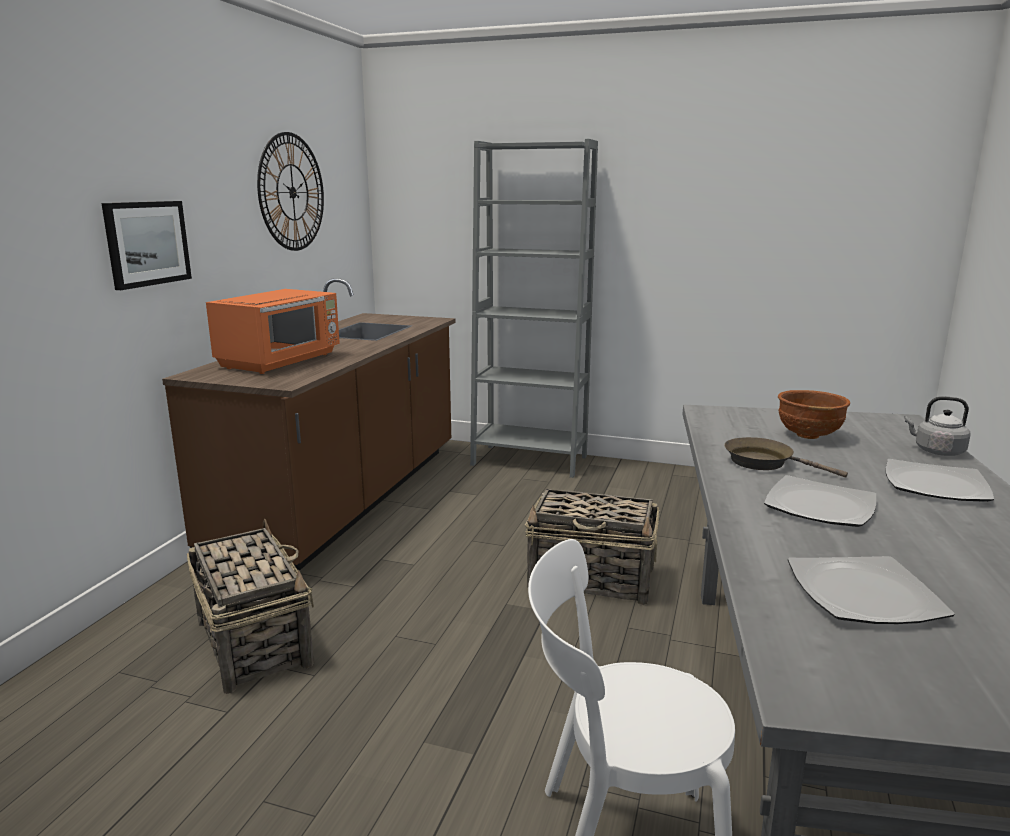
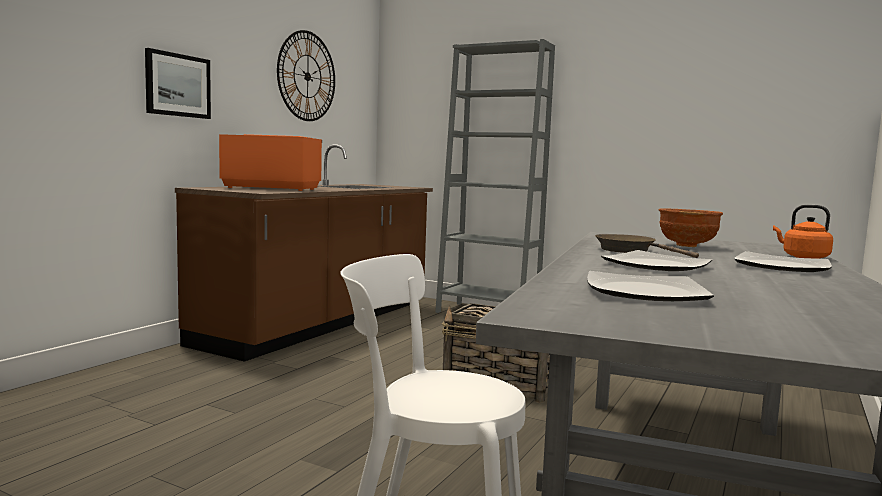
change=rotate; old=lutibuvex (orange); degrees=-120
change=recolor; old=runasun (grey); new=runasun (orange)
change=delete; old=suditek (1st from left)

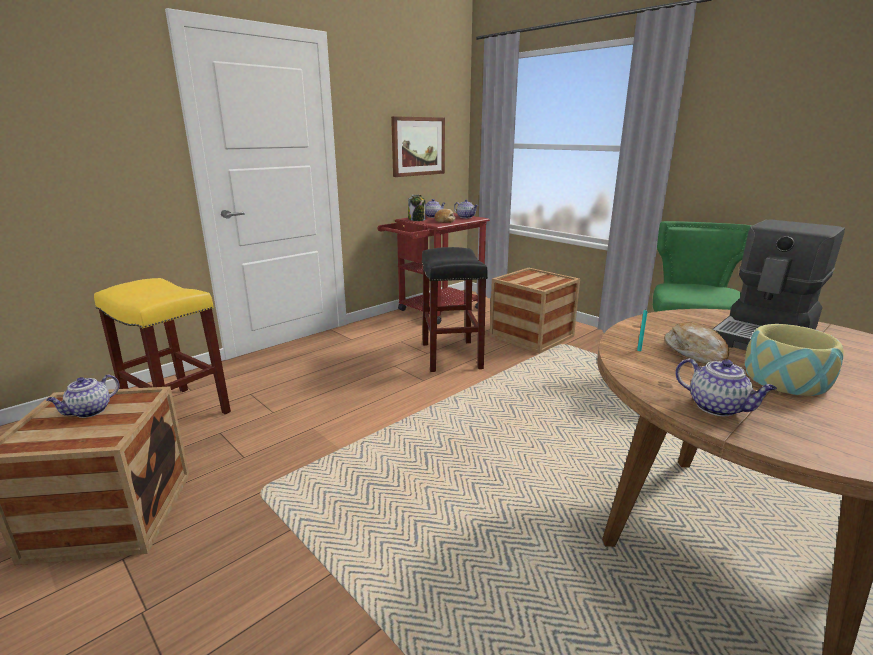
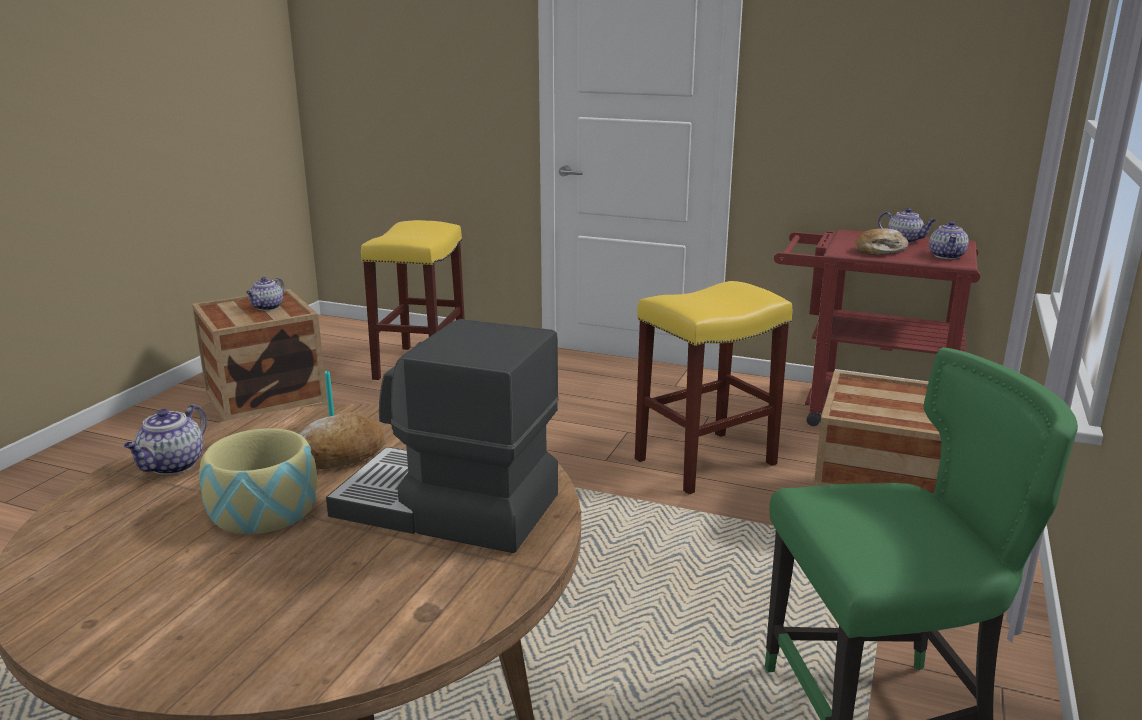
change=rotate; old=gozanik (1st from left in the first image); degrees=-75
change=recolor; old=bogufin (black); new=bogufin (yellow) (2nd from left)
change=delete; old=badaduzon
change=delete; old=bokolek

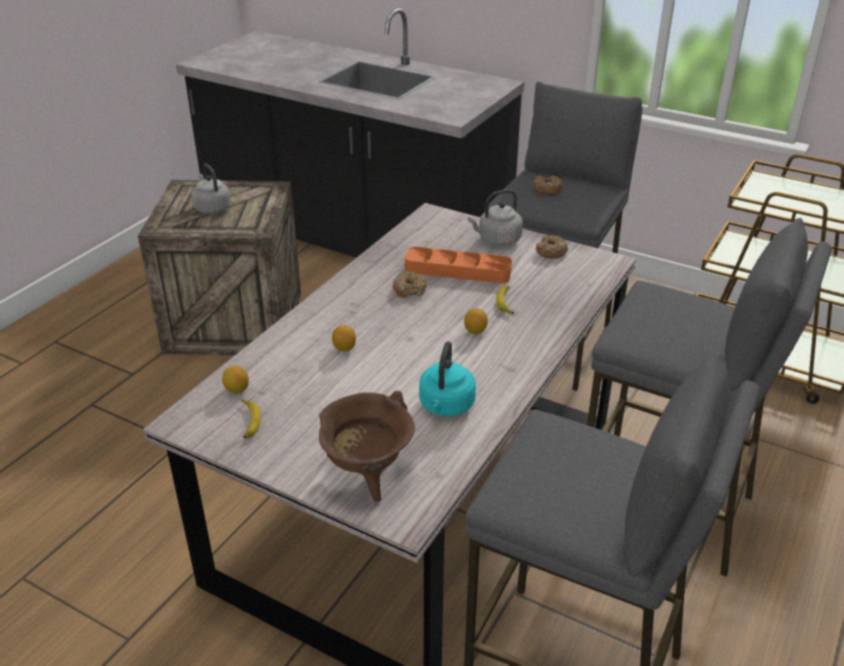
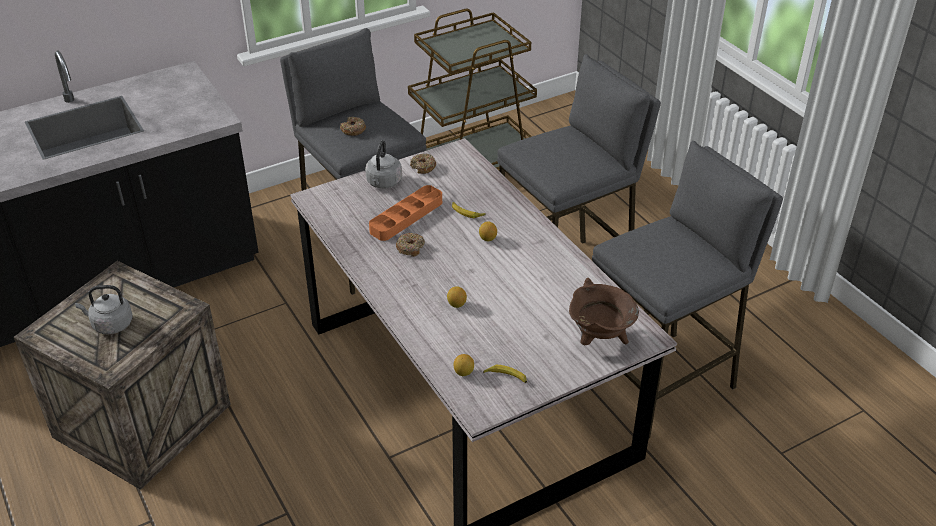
change=delete; old=runasun (turquoise)

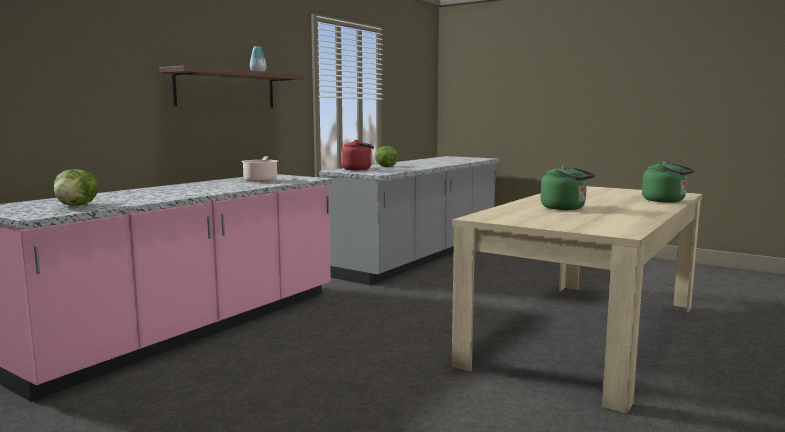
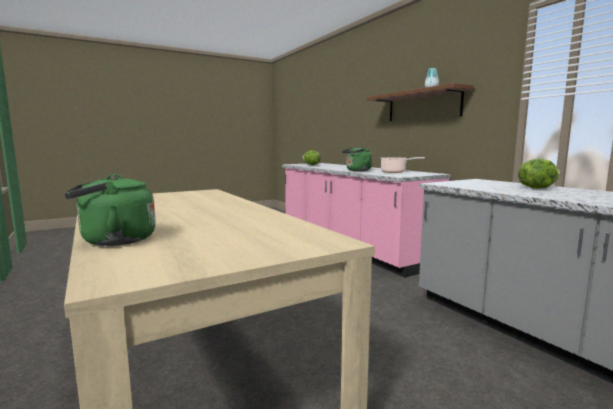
change=move; old=runasun (green) (1st from left in the first image); new=runasun (green) (2nd from left)
change=delete; old=runasun (red)

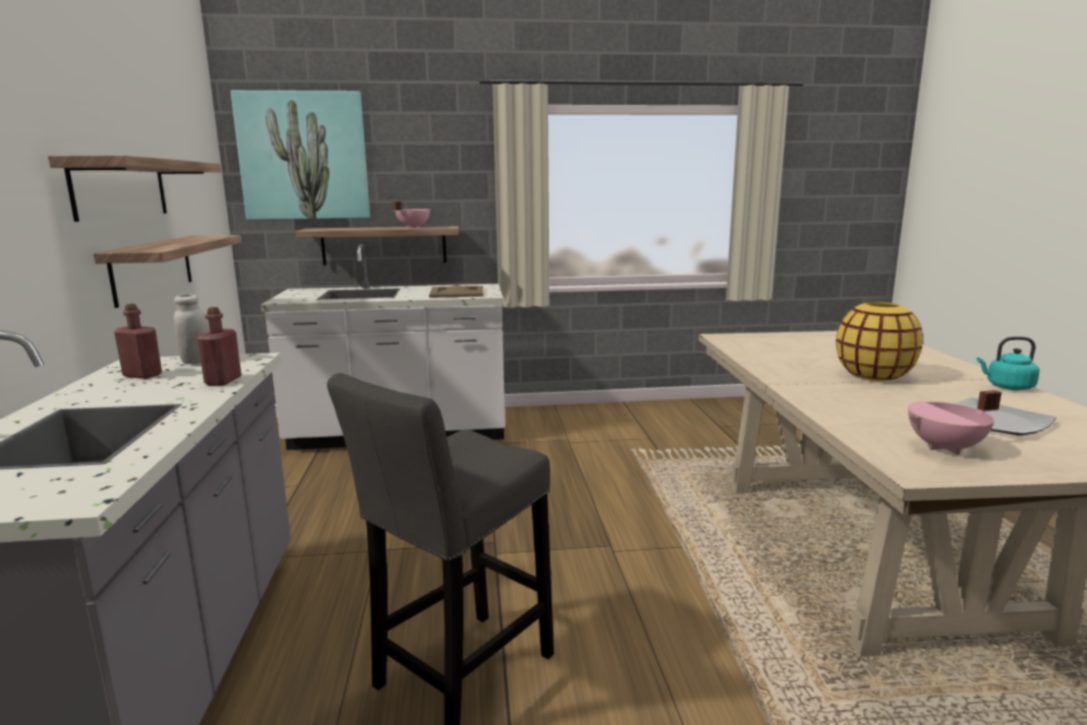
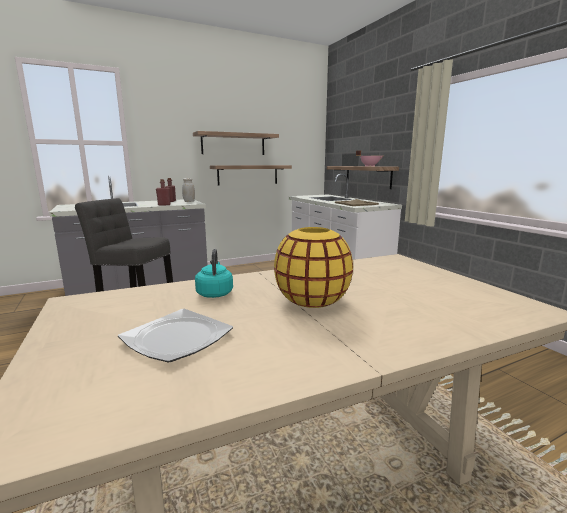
change=move; old=runasun (turquoise)
change=delete; old=badaduzon
change=delete; old=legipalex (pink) (2nd from left)

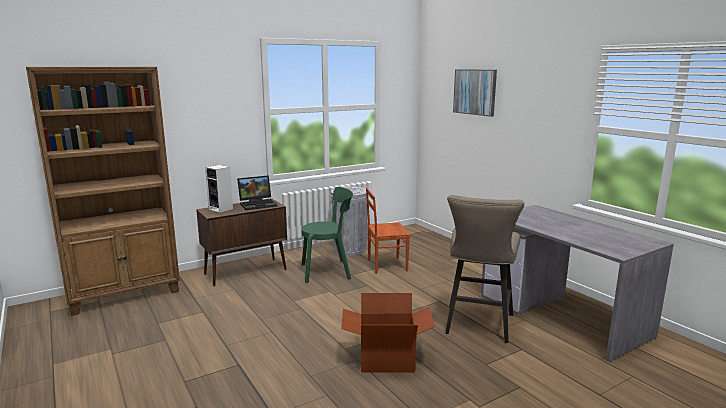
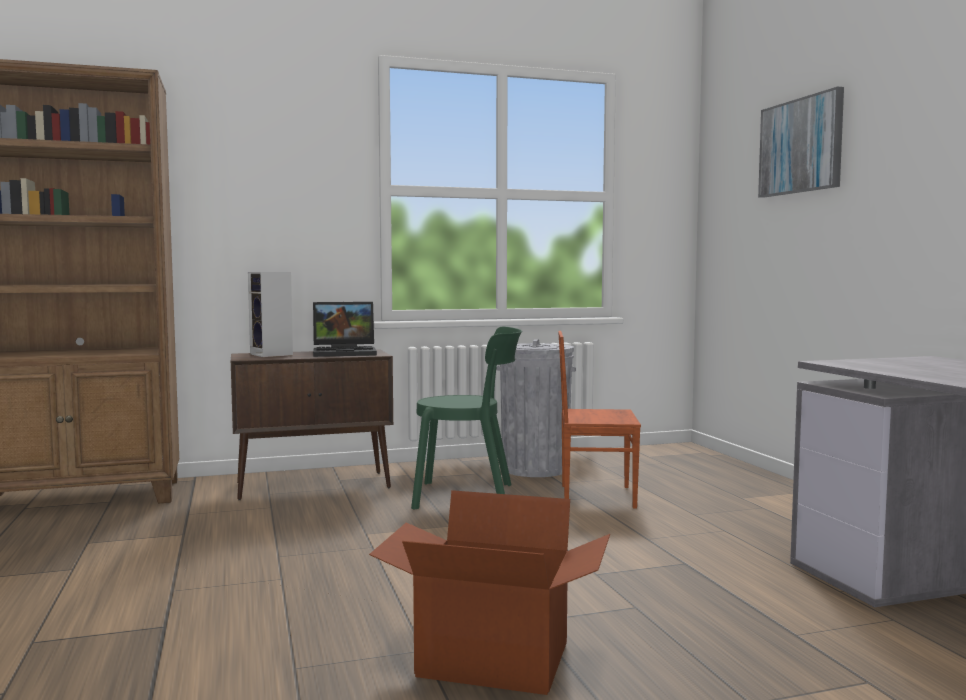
change=delete; old=bogufin (beige)

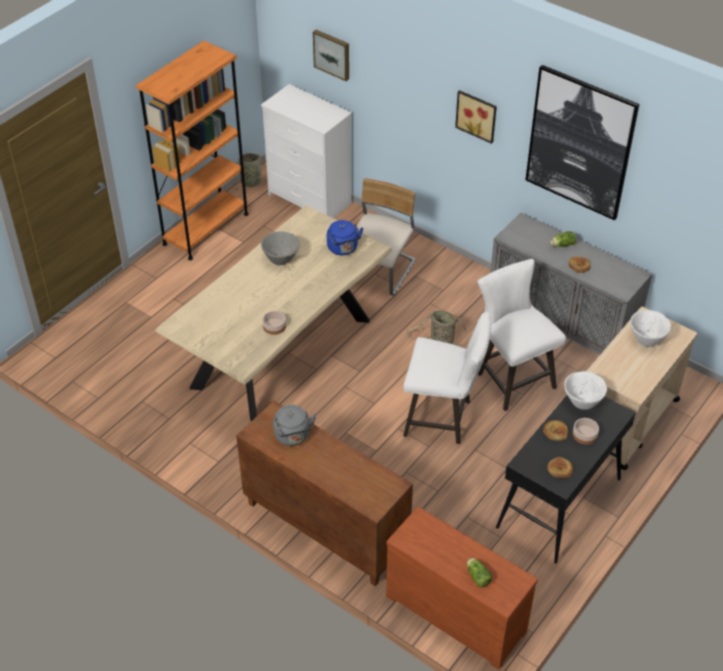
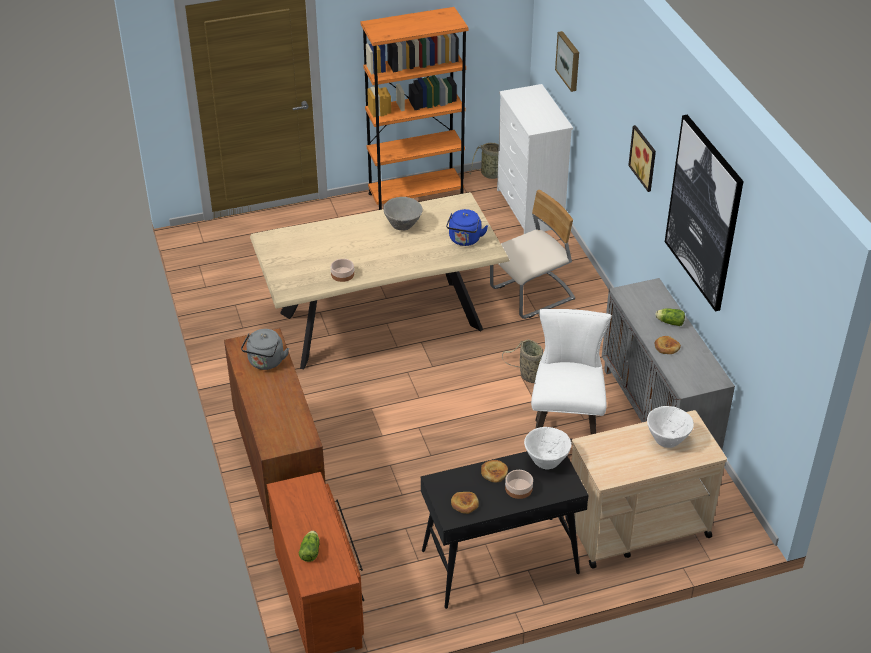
change=delete; old=bogufin (white) (1st from left)

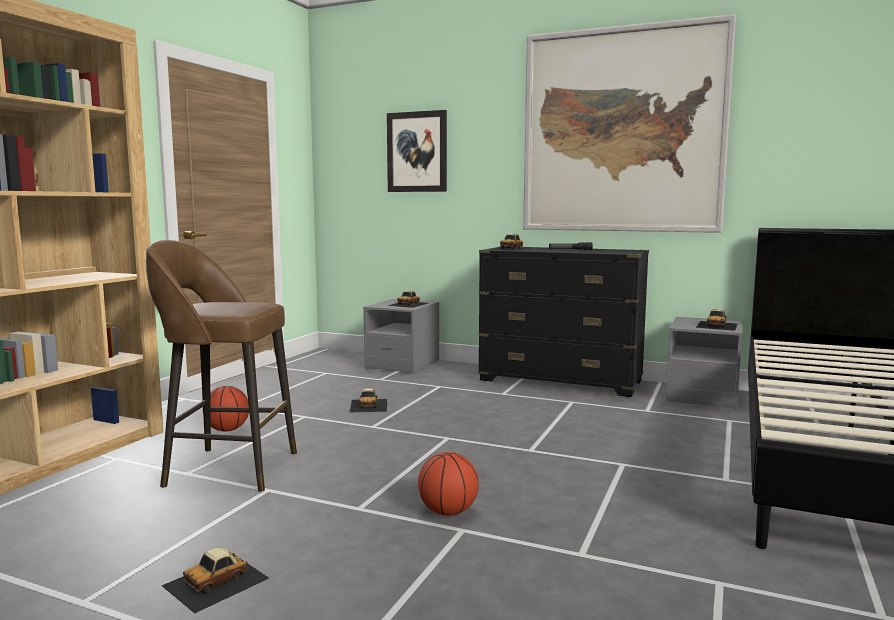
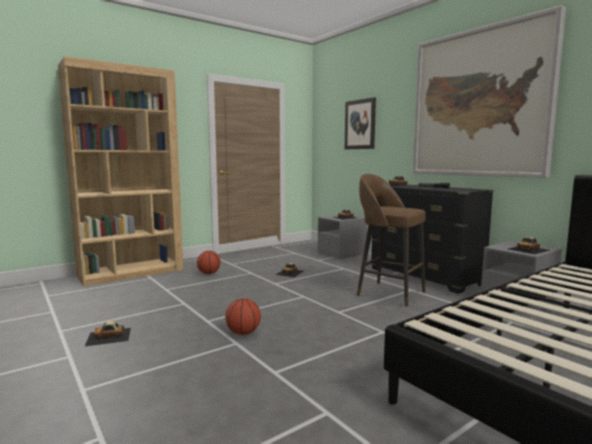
change=move; old=bogufin (brown)

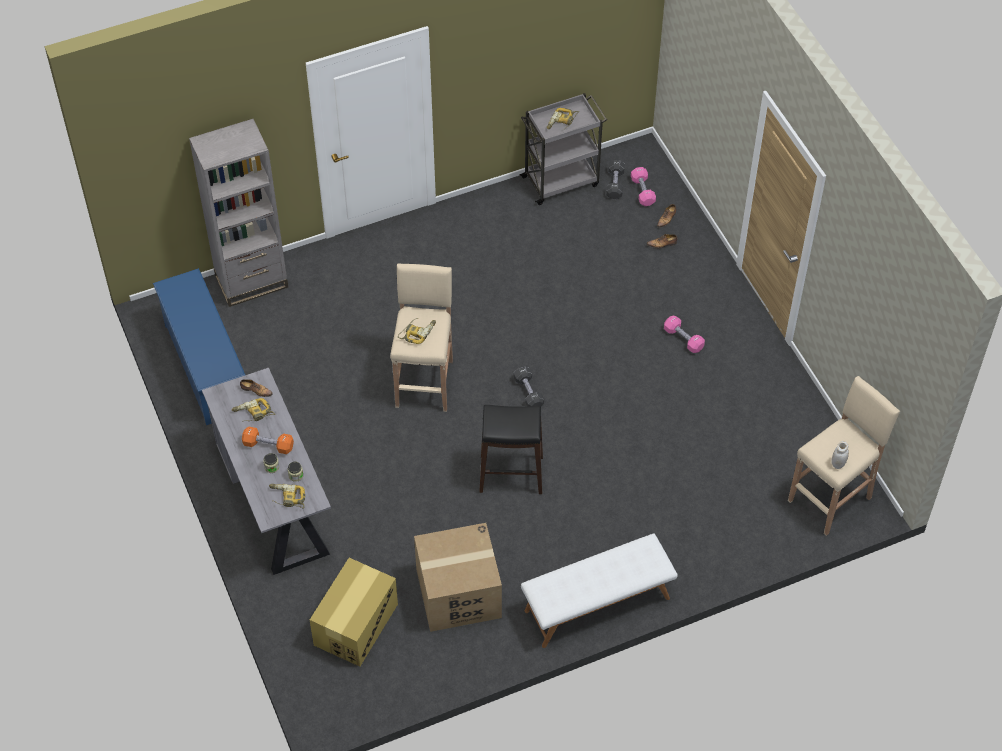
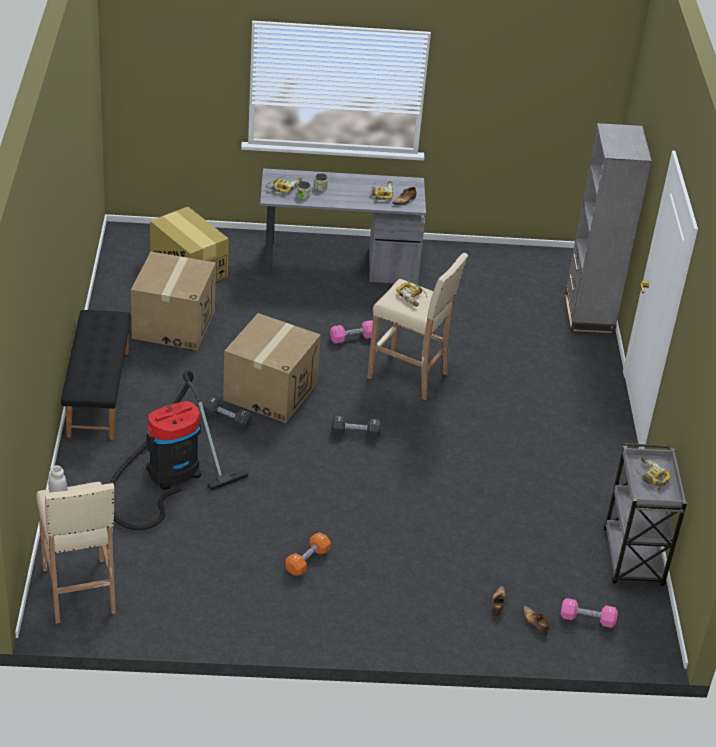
change=recolor; old=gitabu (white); new=gitabu (black)
change=insert; new=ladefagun
change=move; old=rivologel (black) (2nd from left in the first image); new=rivologel (black) (1st from left)
change=replace; old=bogufin (black); new=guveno (3rd from left)
change=move; old=rivologel (orange)
change=move; old=rivologel (pink) (2nd from left in the first image); new=rivologel (pink) (1st from left)
change=delete; old=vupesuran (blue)

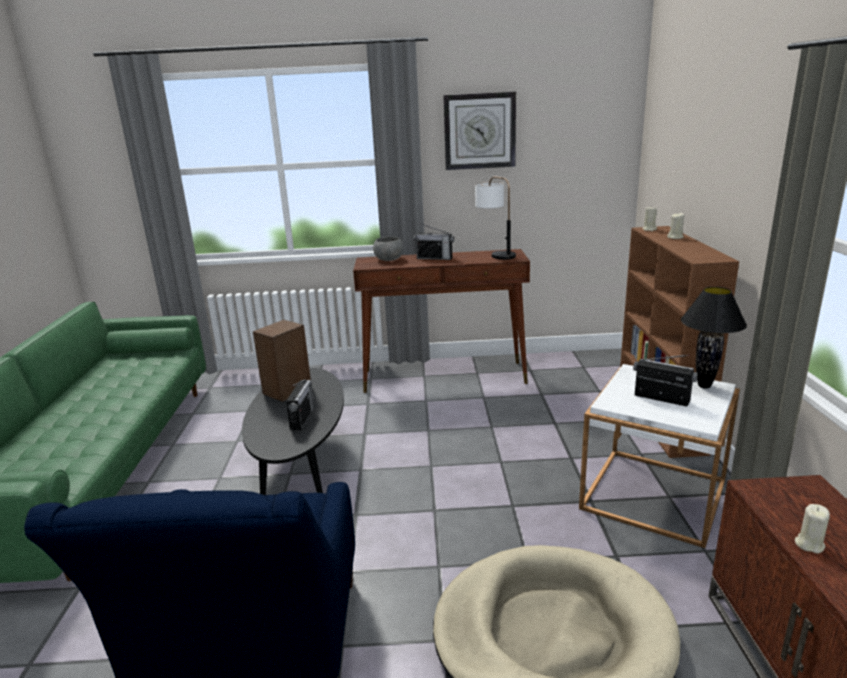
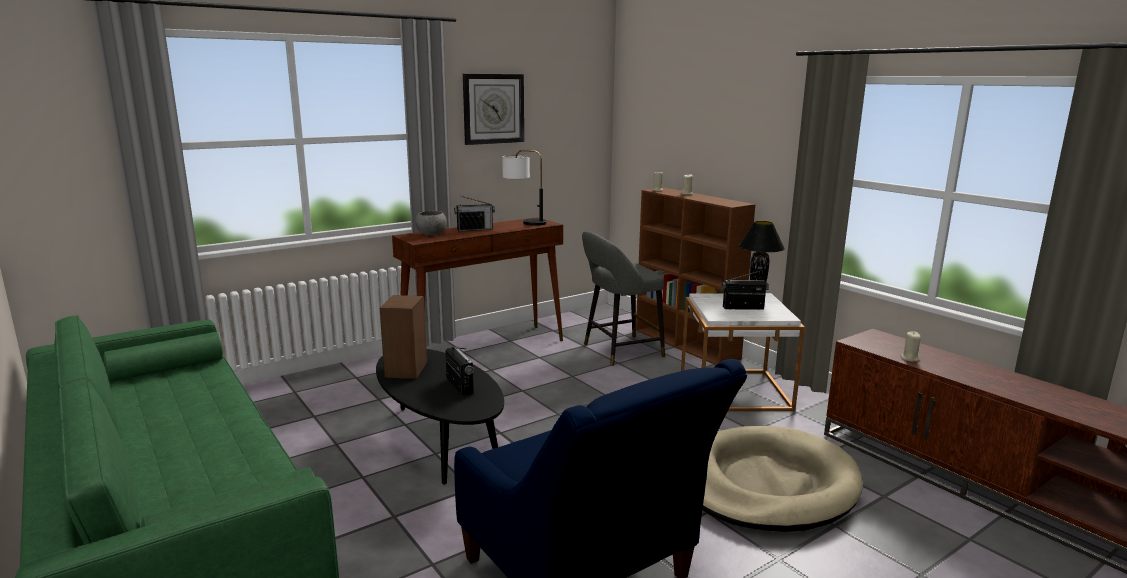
change=insert; new=bogufin (grey)

